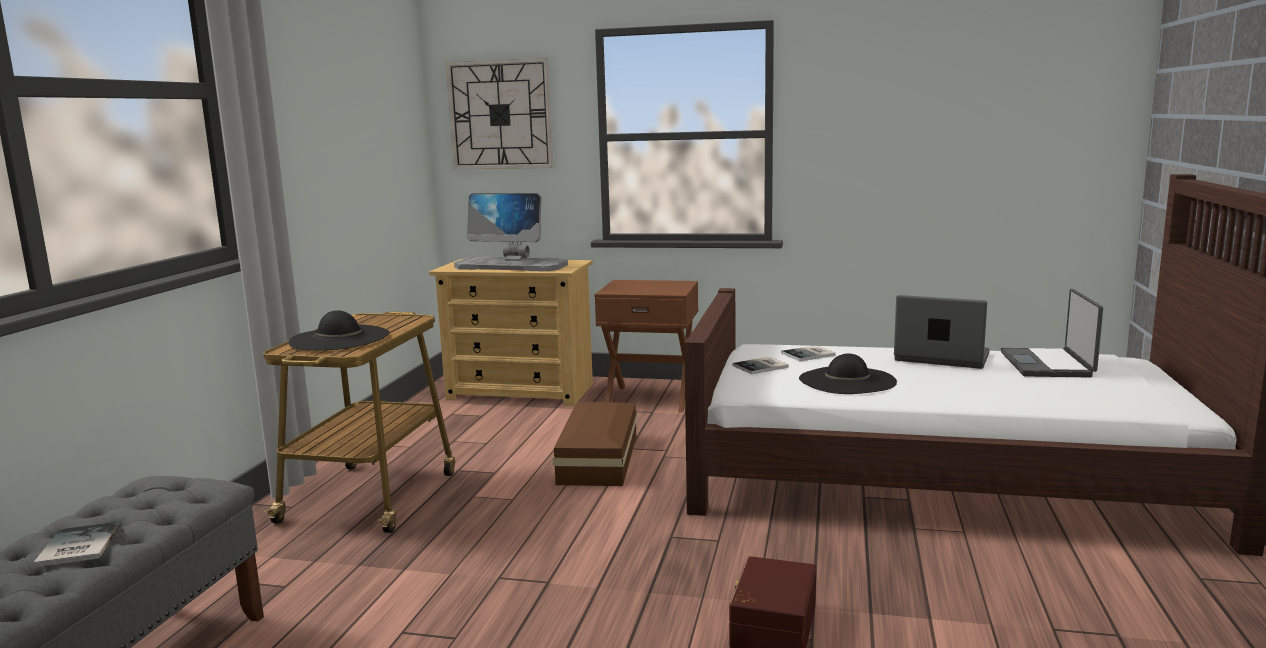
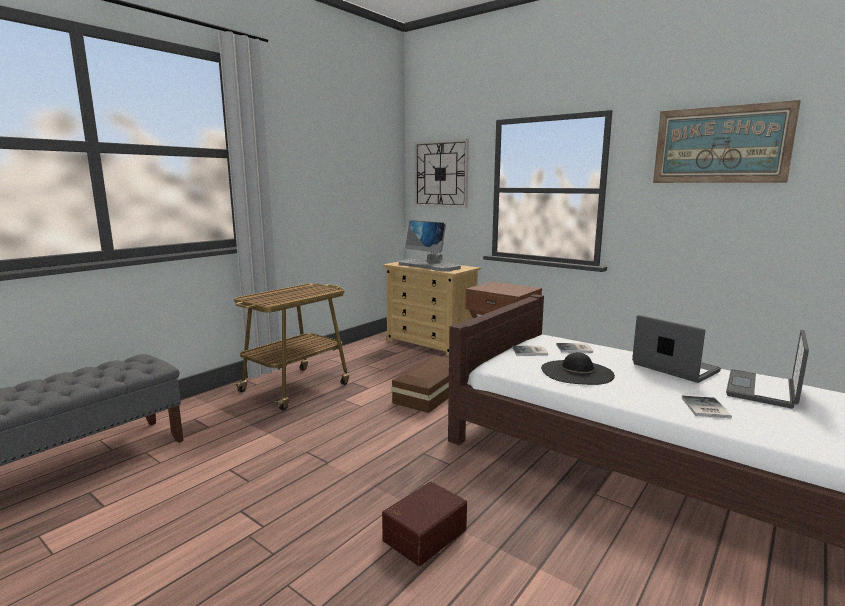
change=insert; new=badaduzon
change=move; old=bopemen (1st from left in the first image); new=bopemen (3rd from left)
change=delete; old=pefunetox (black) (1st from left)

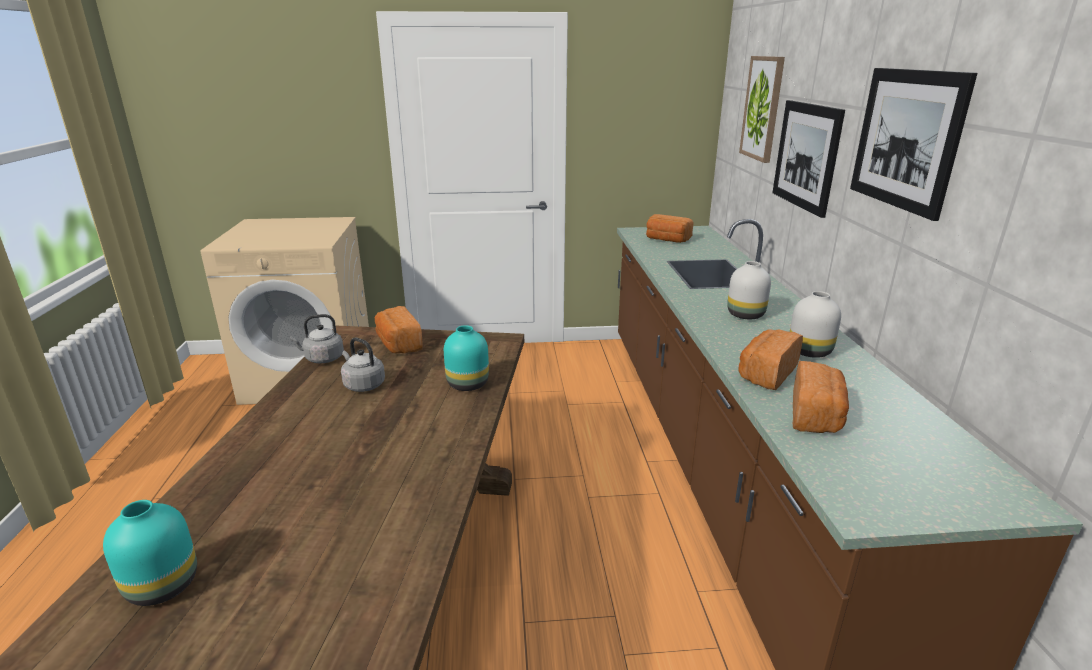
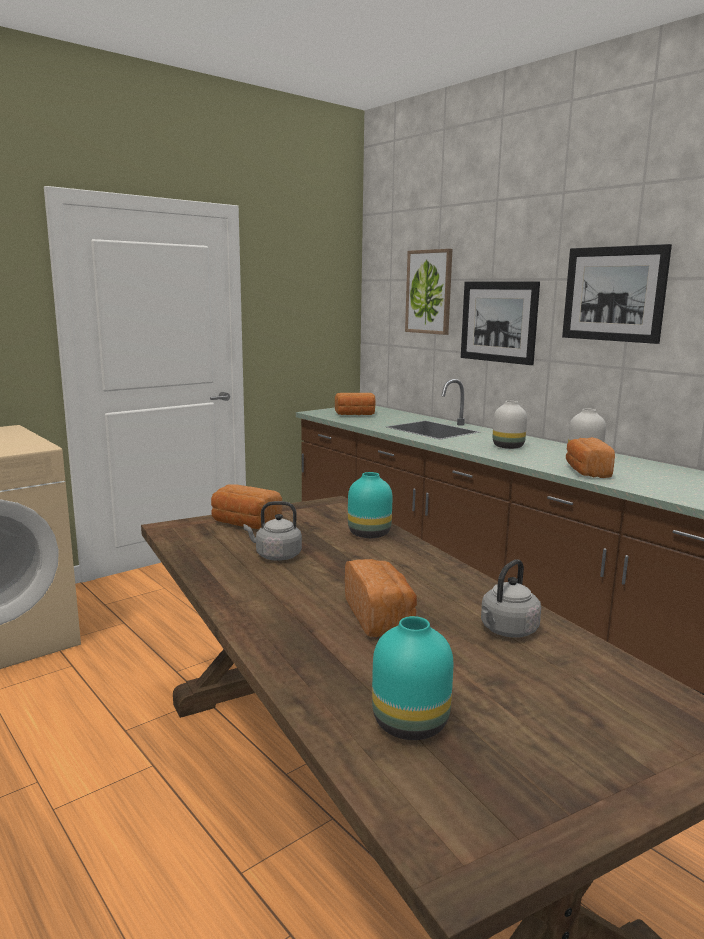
change=move; old=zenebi (4th from left in the first image); new=zenebi (3rd from left)
change=move; old=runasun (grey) (1st from left in the first image); new=runasun (grey) (2nd from left)

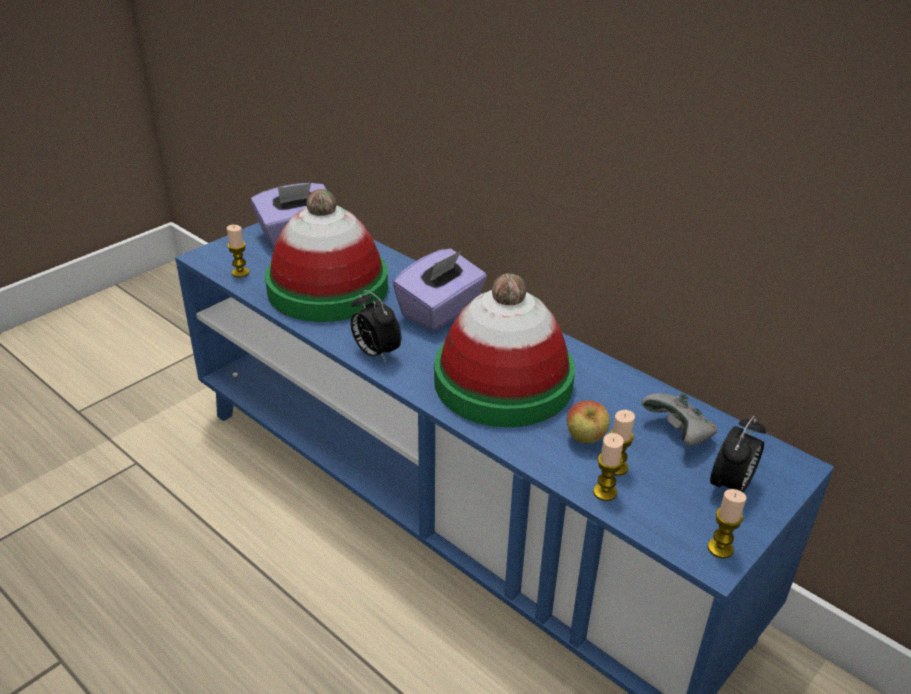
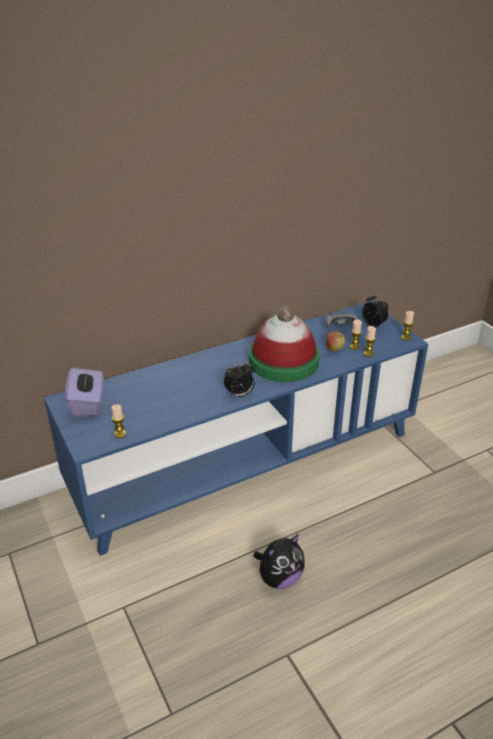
change=insert; new=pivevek
change=delete; old=pefunetox (1st from left)
change=delete; old=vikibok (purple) (2nd from left)

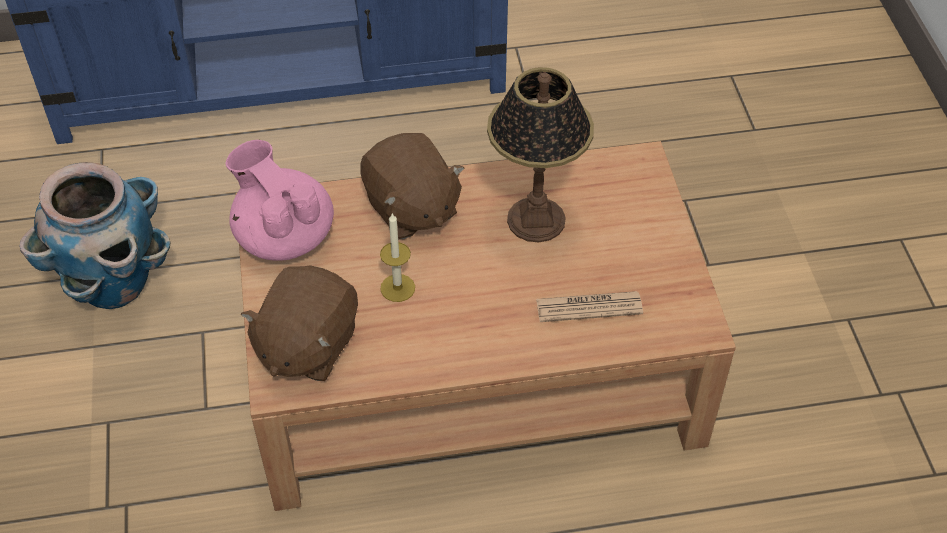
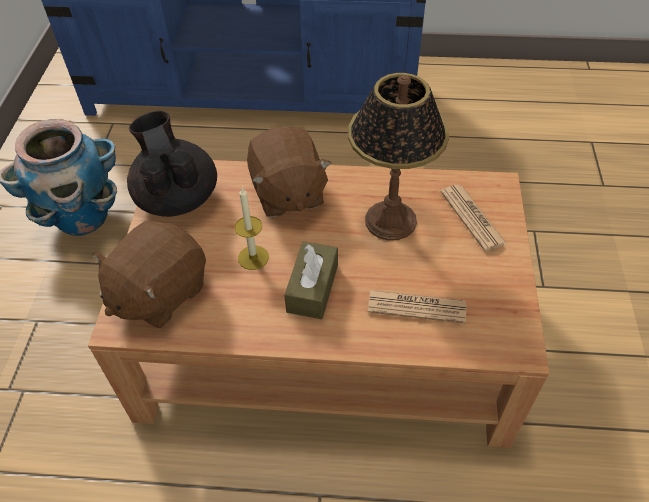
change=recolor; old=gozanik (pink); new=gozanik (black)
change=insert; new=vikibok (brown)
change=insert; new=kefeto (2nd from left)

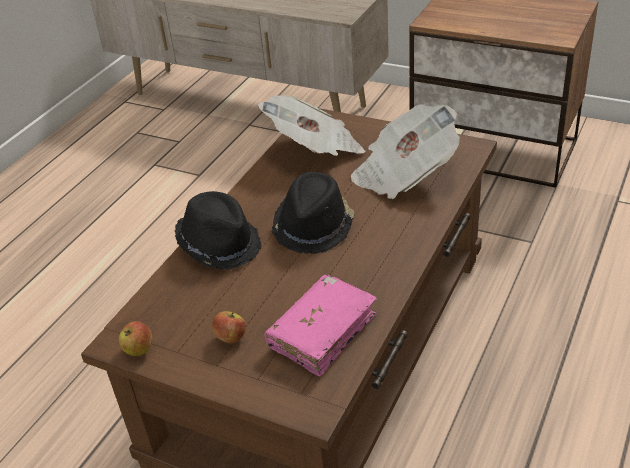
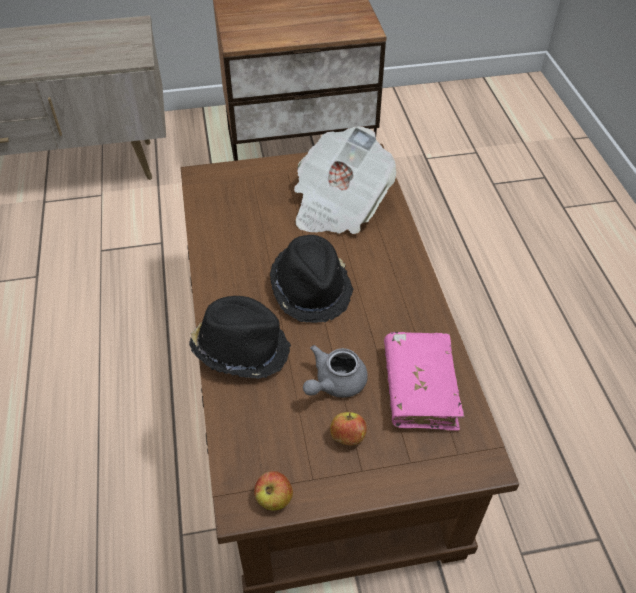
change=insert; new=gozanik (grey)
change=delete; old=kefeto (1st from left)

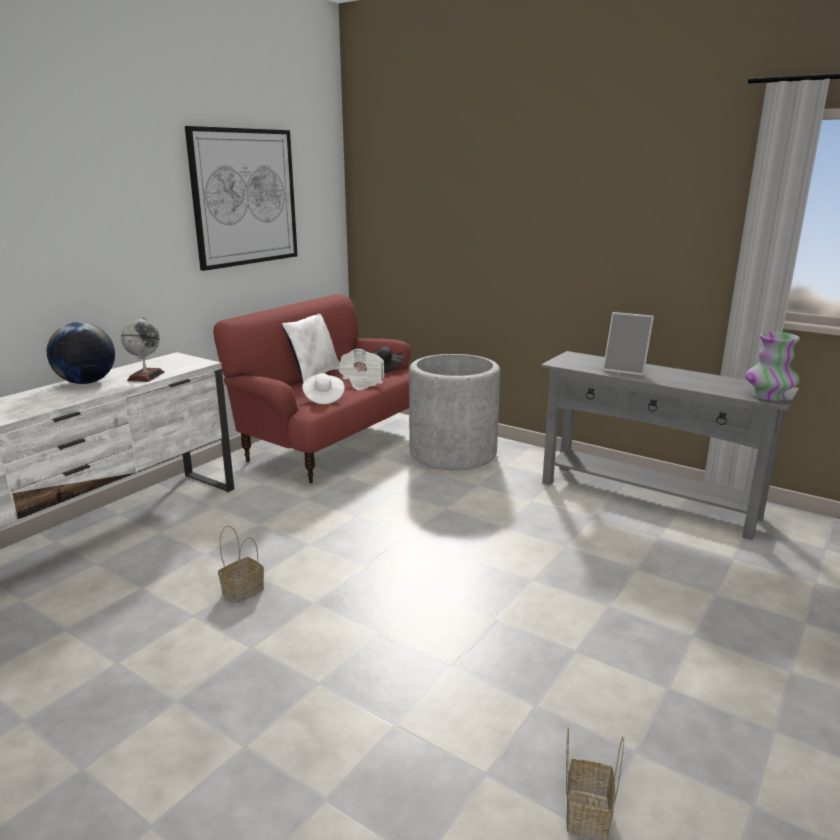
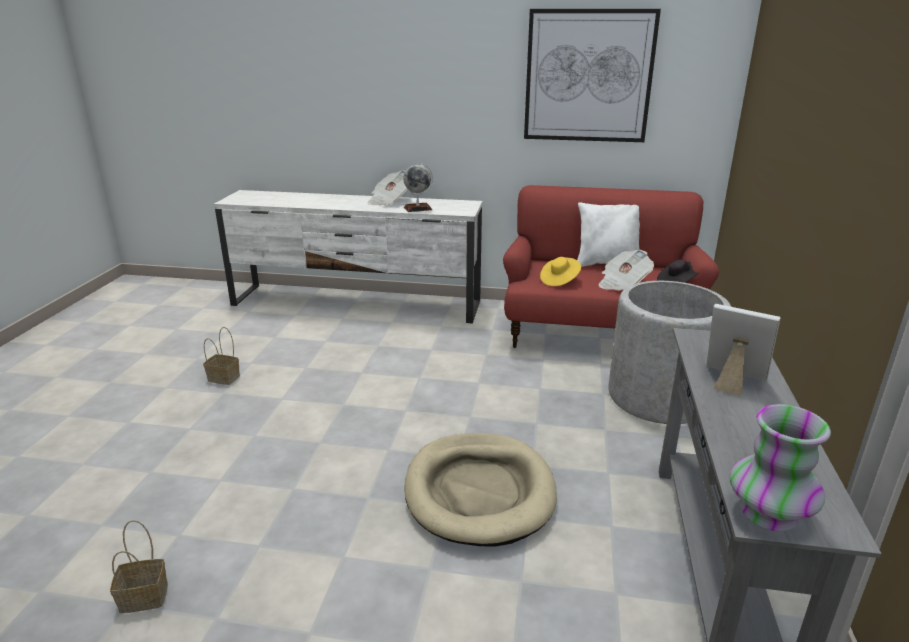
change=move; old=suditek (1st from left in the first image); new=suditek (2nd from left)
change=replace; old=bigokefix (1st from left); new=kefeto (1st from left)
change=insert; new=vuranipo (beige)
change=recolor; old=pefunetox (white); new=pefunetox (yellow)
change=rotate; old=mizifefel; degrees=120

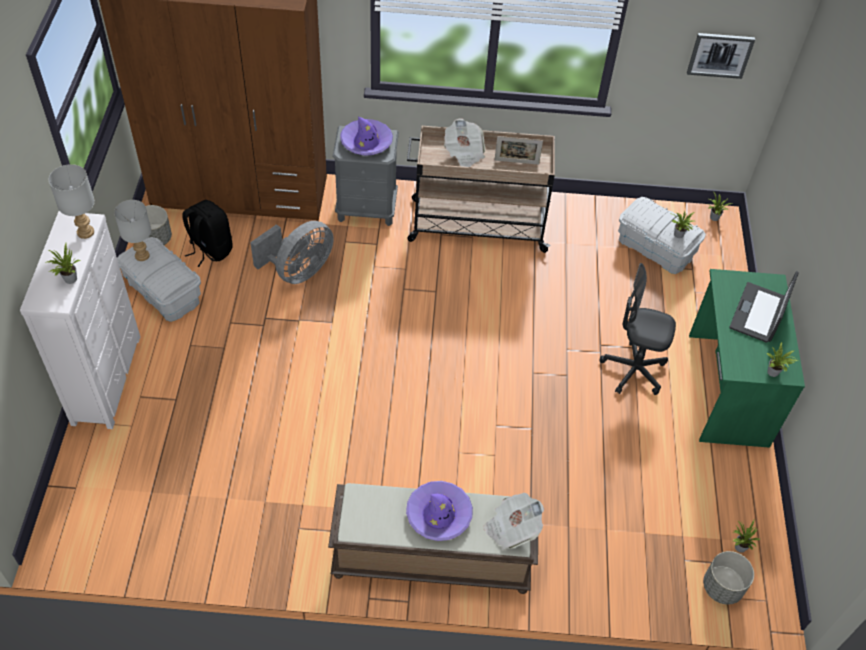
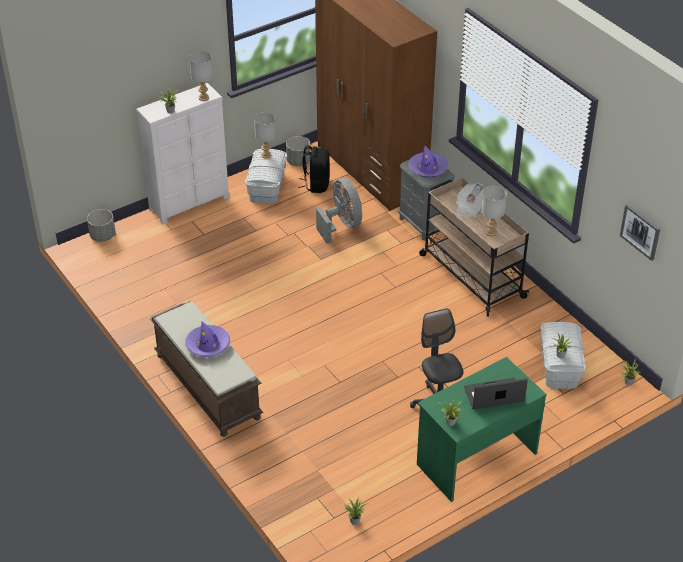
change=move; old=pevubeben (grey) (2nd from left in the first image); new=pevubeben (grey) (1st from left)
change=rotate; old=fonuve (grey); degrees=-120
change=replace; old=mizifefel; new=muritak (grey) (3rd from left)
change=delete; old=kefeto (2nd from left)

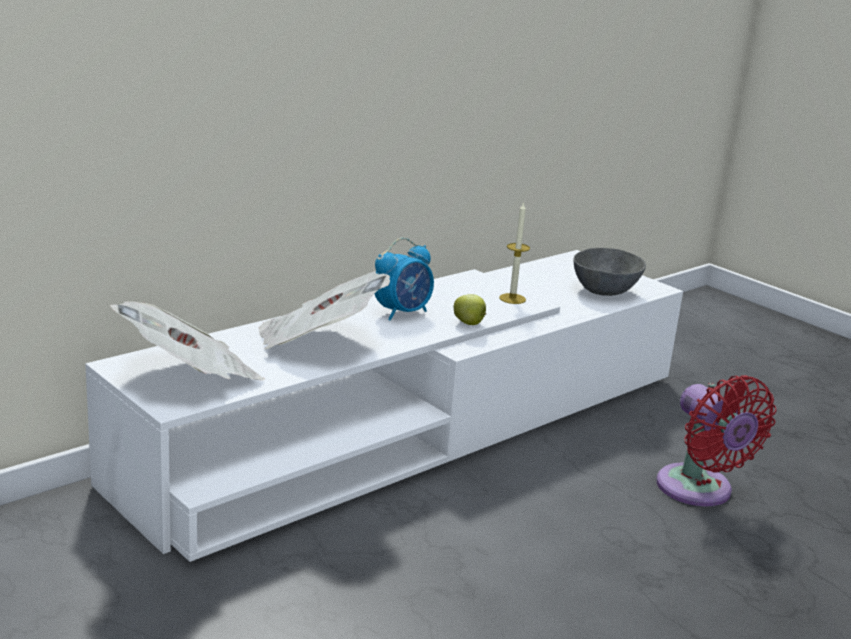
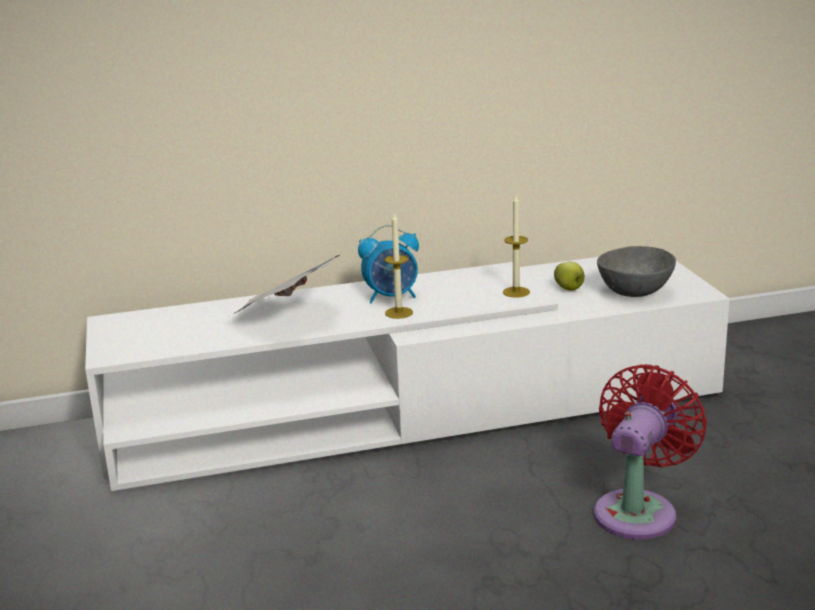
change=insert; new=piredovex (1st from left)
change=move; old=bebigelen
change=rotate; old=fonuve (red); degrees=-150
change=delete; old=kefeto (1st from left)

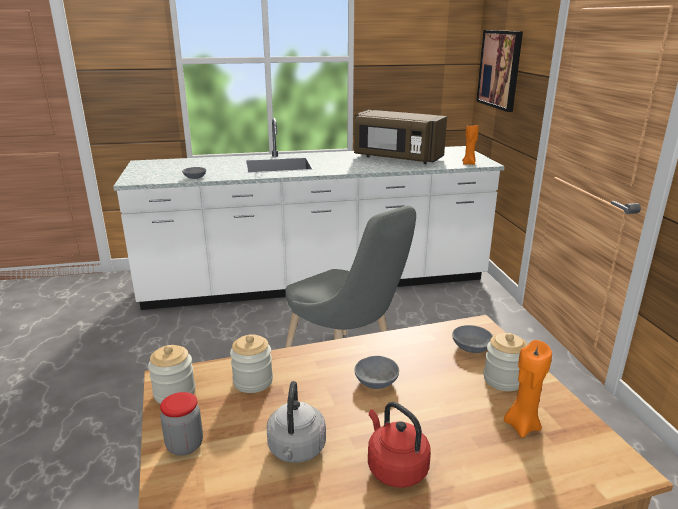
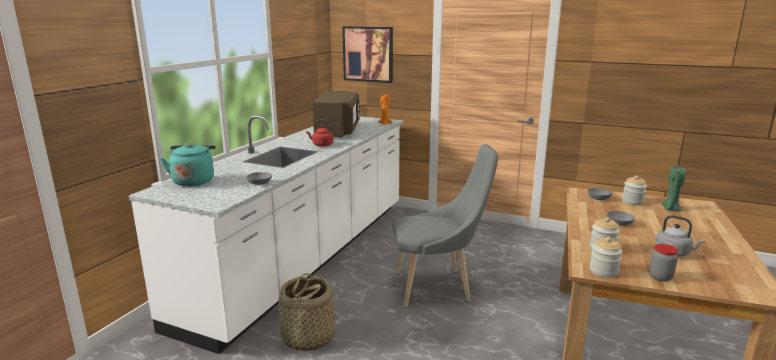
change=insert; new=runasun (turquoise)
change=insert; new=suditek
change=move; old=runasun (red)
change=rotate; old=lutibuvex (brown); degrees=-60
change=recolor; old=piredovex (orange) (2nd from left); new=piredovex (green)

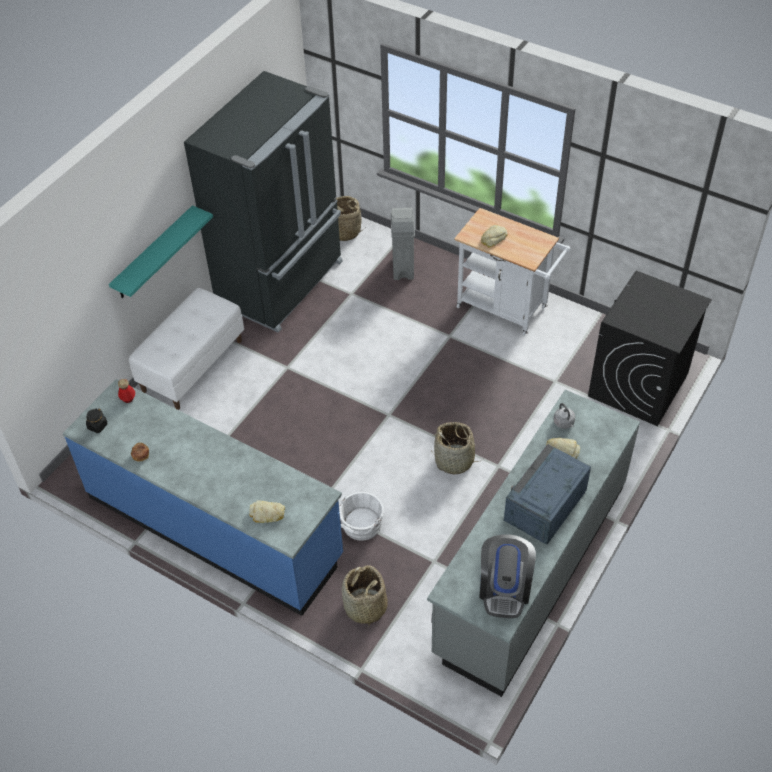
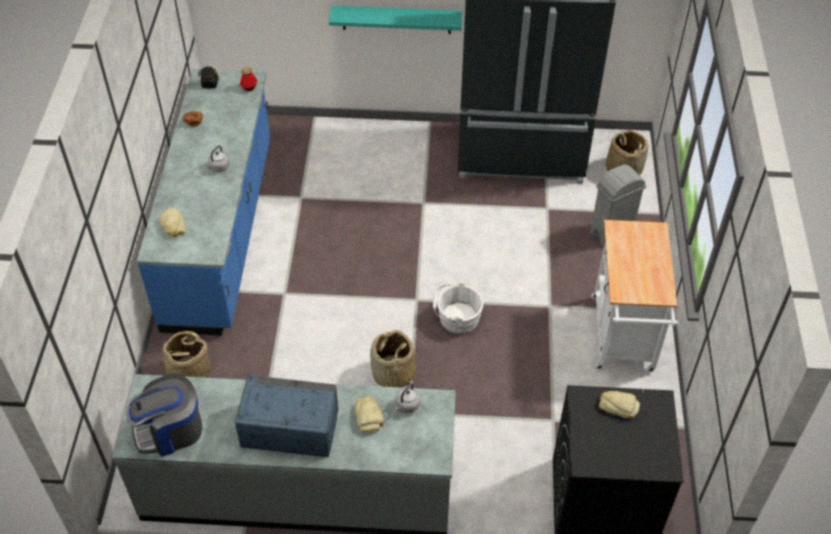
change=insert; new=runasun (grey) (1st from left)
change=move; old=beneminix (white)
change=move; old=zenebi (3rd from left in the first image); new=zenebi (4th from left)
change=delete; old=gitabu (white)

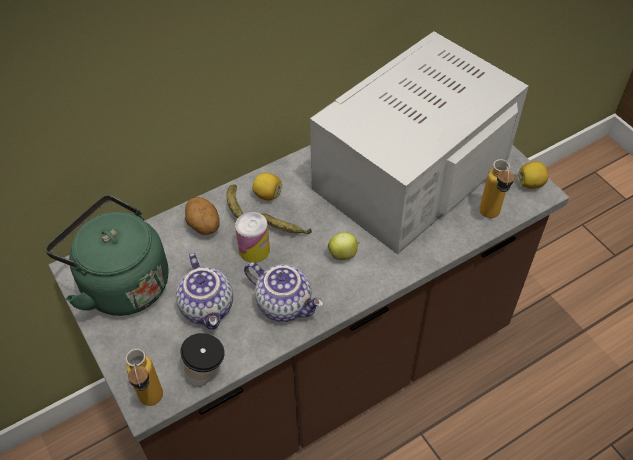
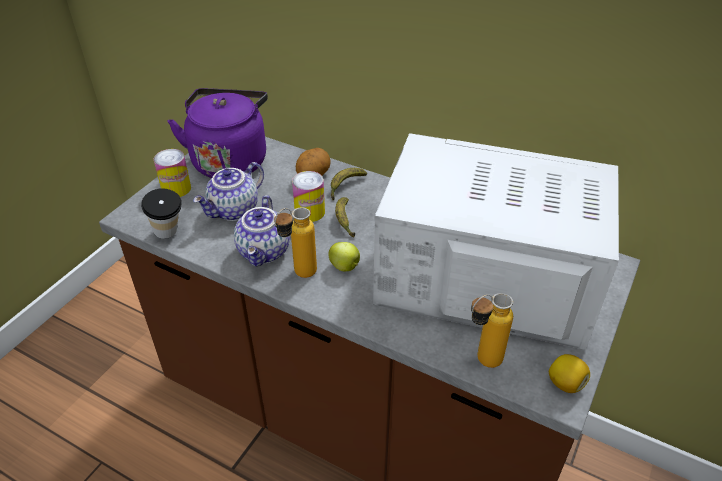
change=insert; new=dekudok (1st from left)
change=recolor; old=runasun (green); new=runasun (purple)
change=move; old=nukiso (1st from left)
change=delete; old=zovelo (1st from left)

